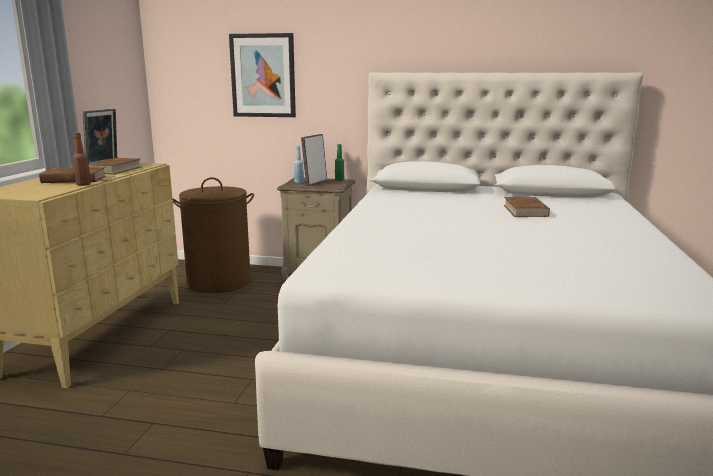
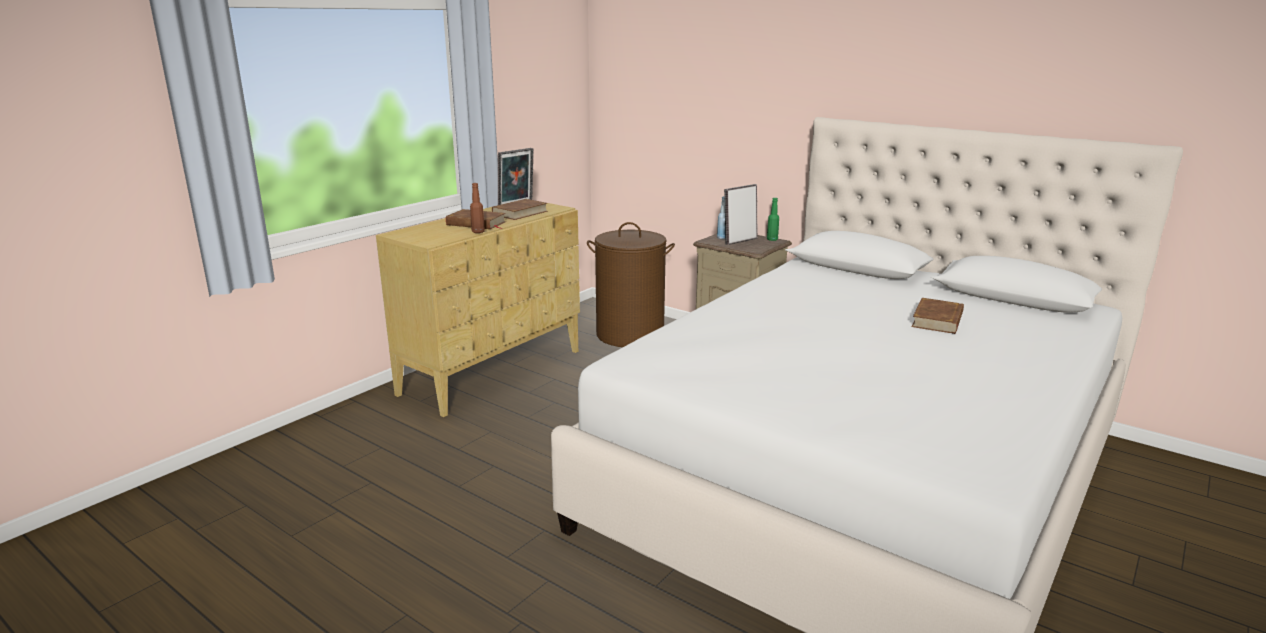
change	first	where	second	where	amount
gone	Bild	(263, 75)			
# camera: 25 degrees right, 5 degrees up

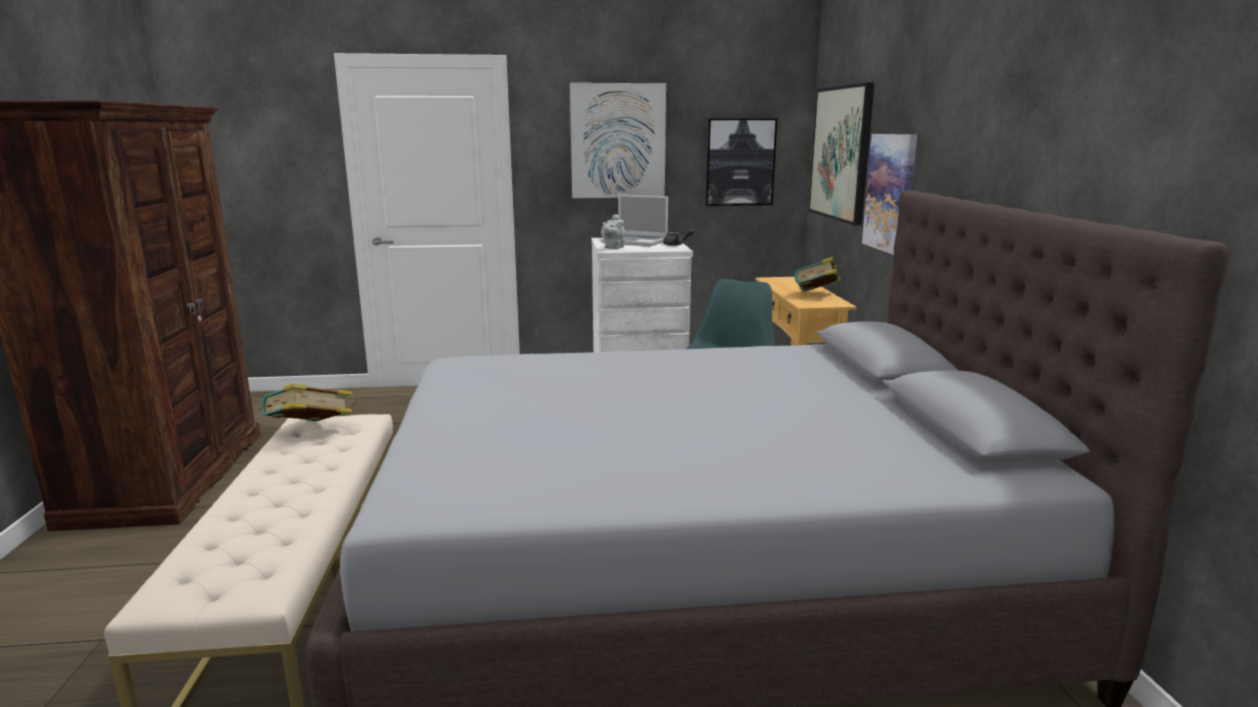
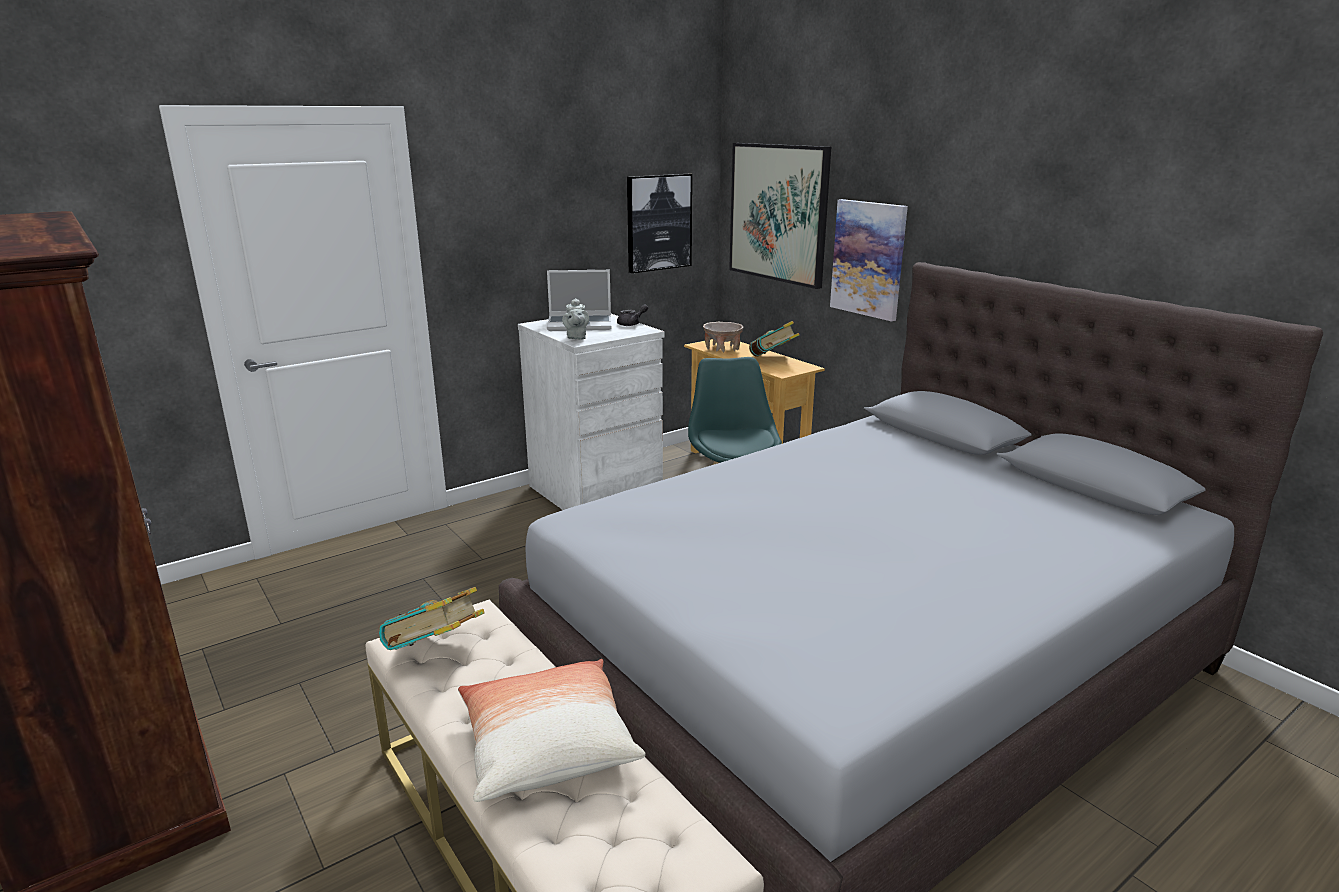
change	first	where	second	where	amount
gone	Bild	(618, 141)			
new			Schüssel (beige)	(722, 349)	
new			Kissen	(547, 746)	
# camera: 30 degrees left, 5 degrees up

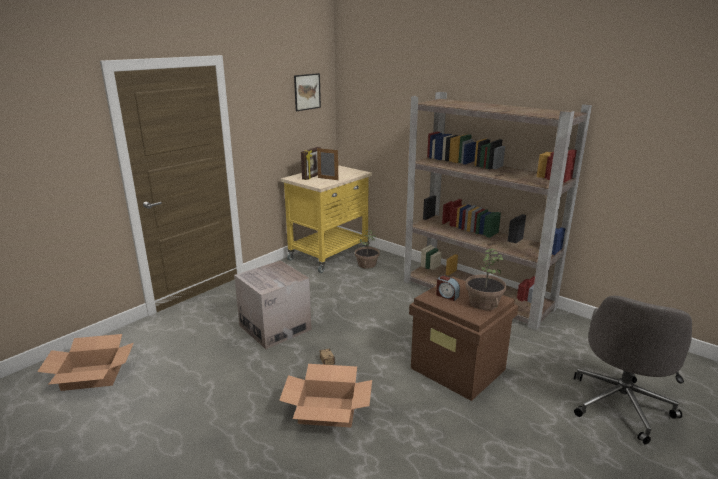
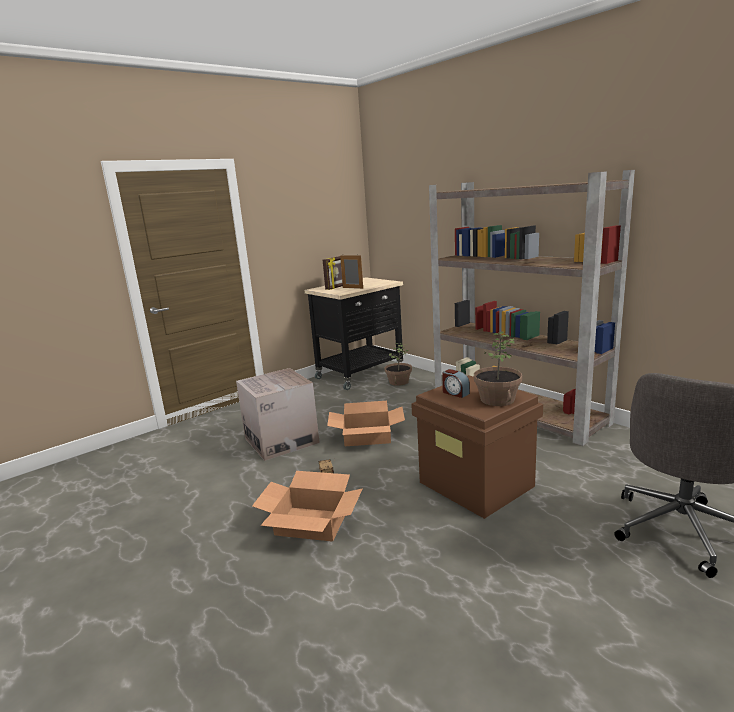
change	first	where	second	where	amount
gone	Bild	(307, 92)			
repainted	Rollwagen (gelb)	(328, 255)	Rollwagen (schwarz)	(360, 374)	
shifted	Karton	(92, 376)		(367, 436)	
# camera: 10 degrees right, 5 degrees down

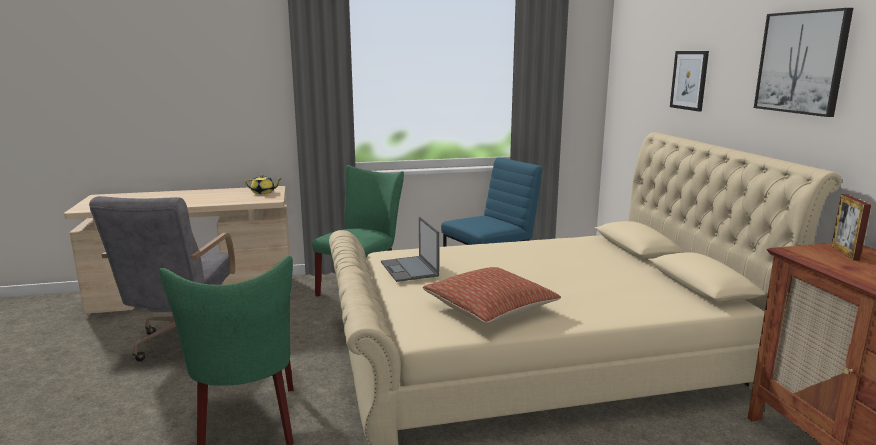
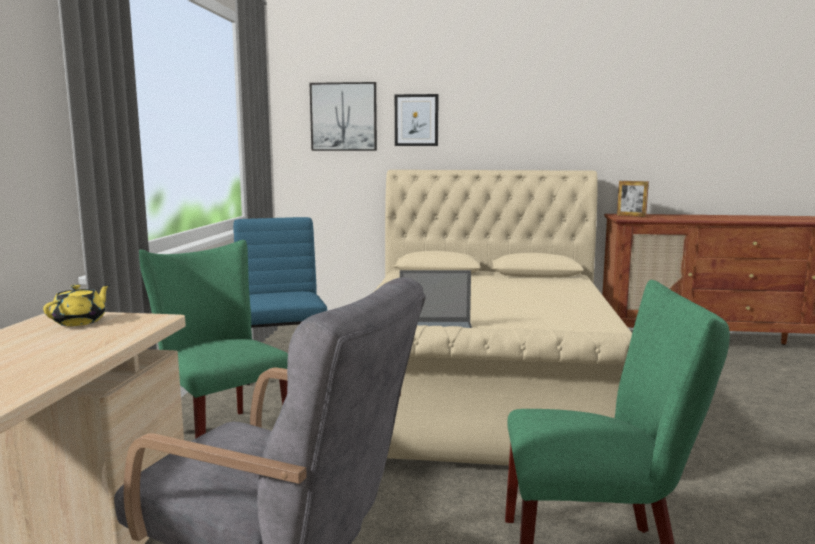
change	first	where	second	where	amount
shifted	Bild	(801, 62)		(343, 117)	
gone	Kissen	(490, 309)			
# camera: 70 degrees left, 5 degrees down

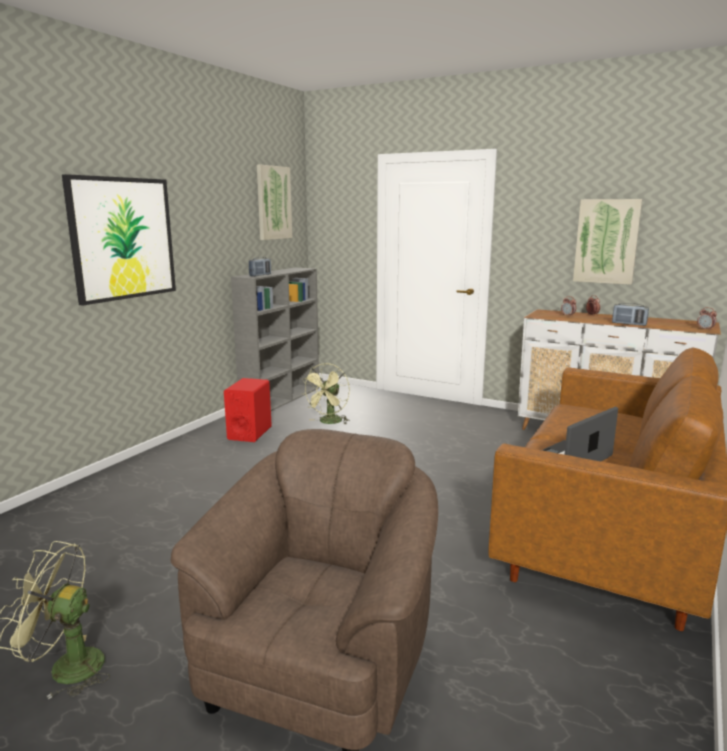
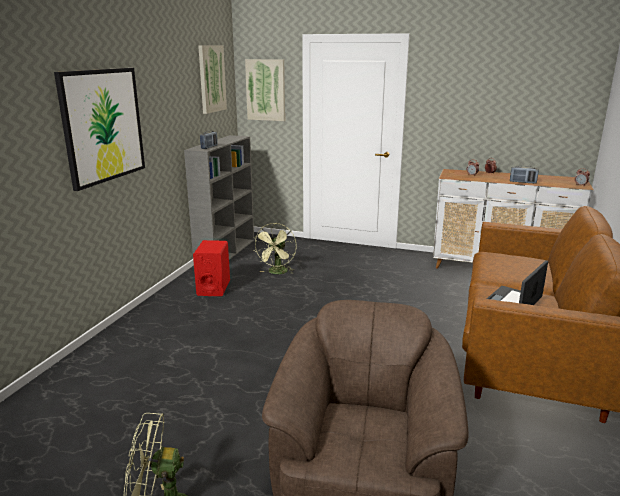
change	first	where	second	where	amount
shifted	Bild	(606, 241)		(266, 90)	
# camera: 10 degrees left, 5 degrees up

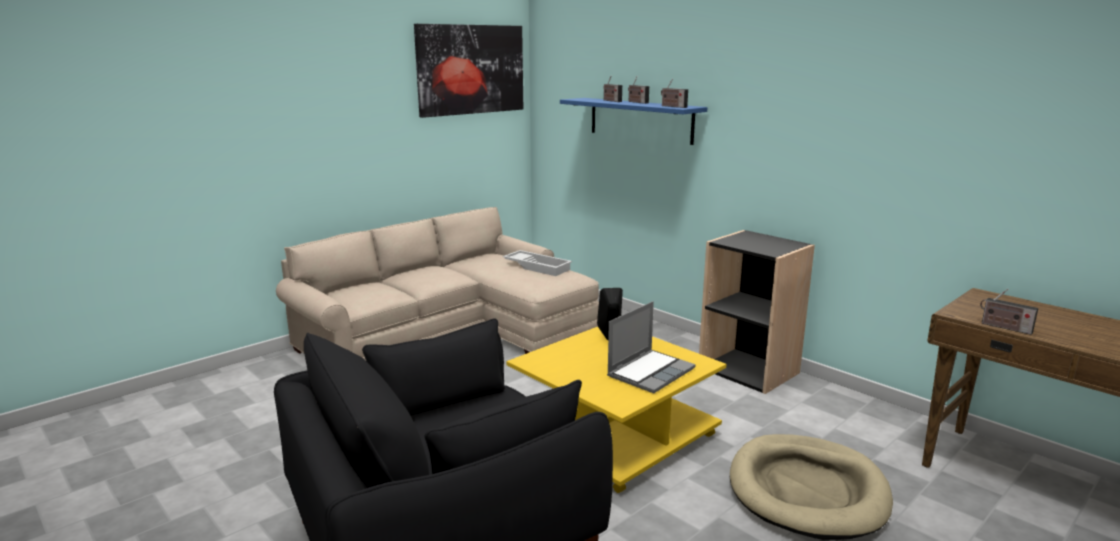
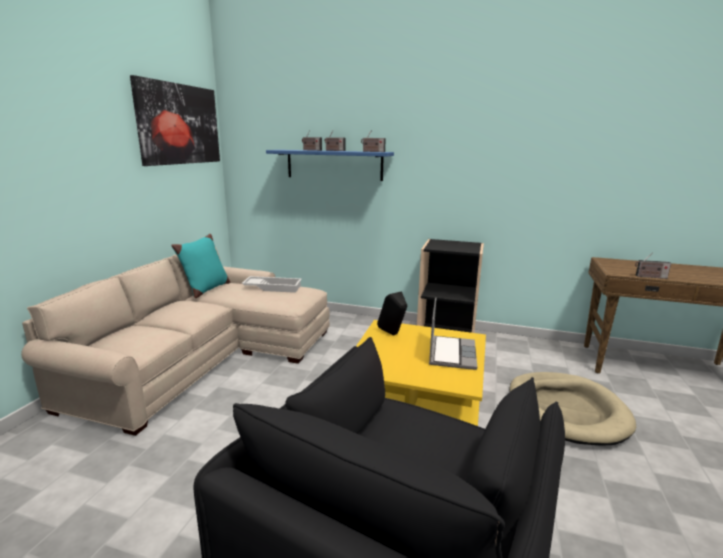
change	first	where	second	where	amount
new			Kissen (türkis)	(206, 290)	
# camera: 30 degrees left, 0 degrees up

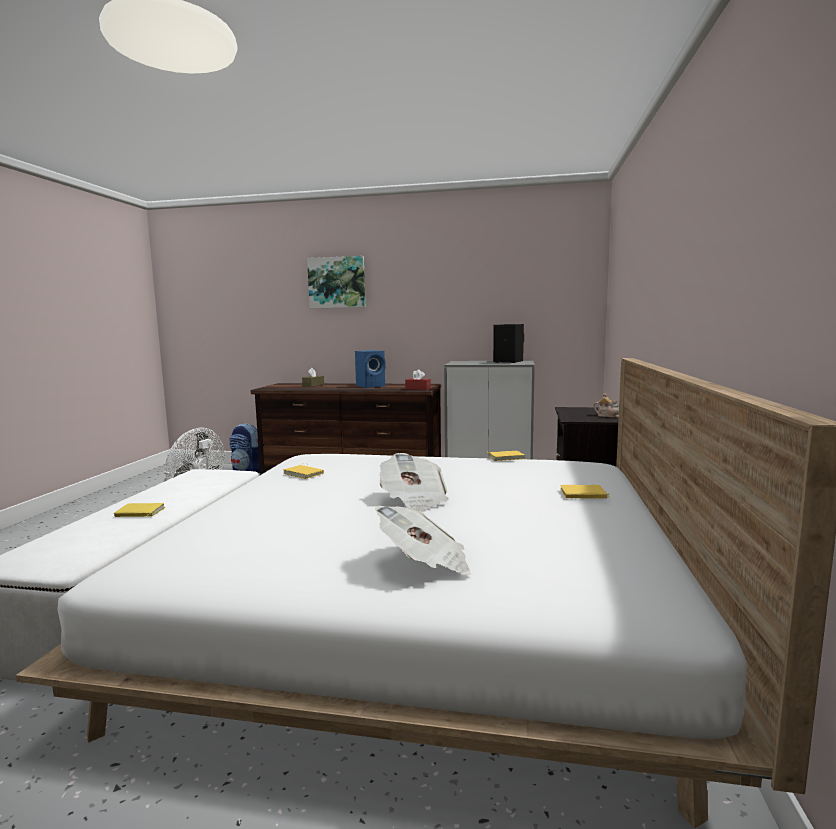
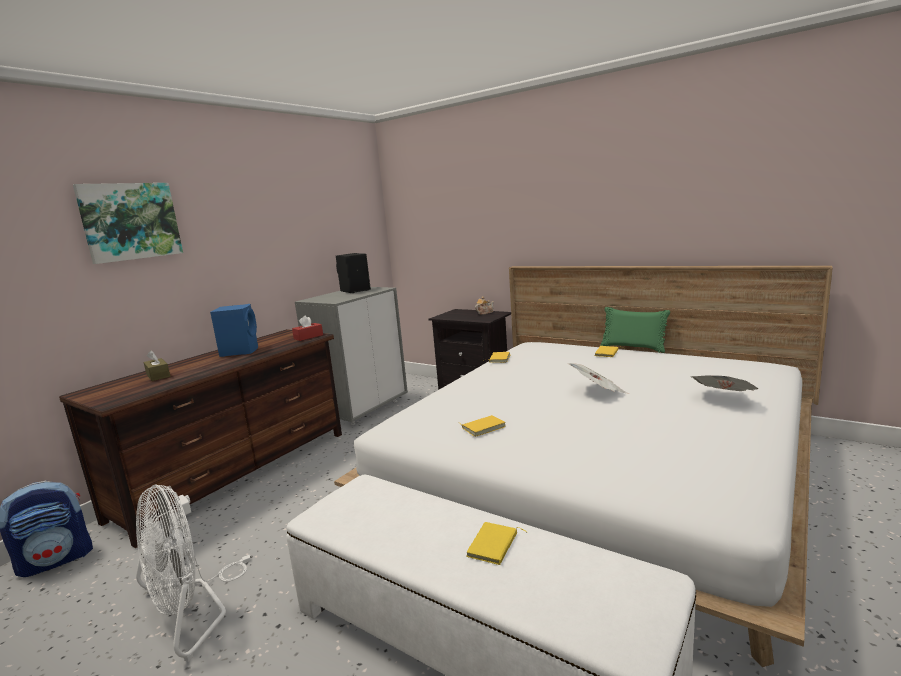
change	first	where	second	where	amount
new			Kissen (grün)	(633, 348)	
# camera: 65 degrees left, 5 degrees up

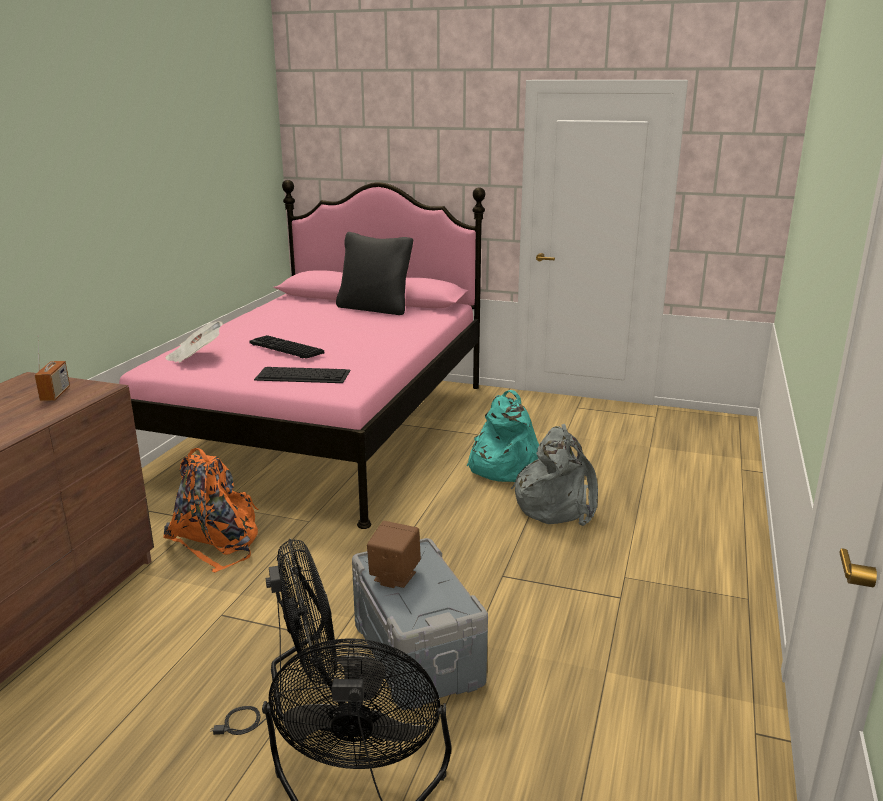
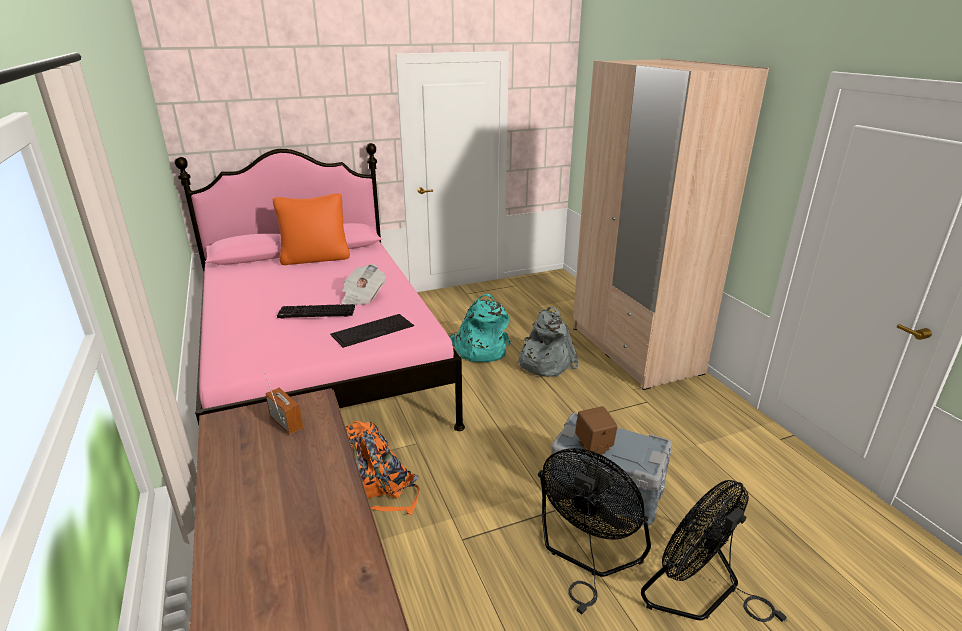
change	first	where	second	where	amount
repainted	Kissen (schwarz)	(375, 308)	Kissen (orange)	(315, 258)	
shifted	Zeitung	(195, 357)		(362, 297)	
new			Kleiderschrank (beige)	(634, 350)	
# camera: 40 degrees left, 5 degrees up

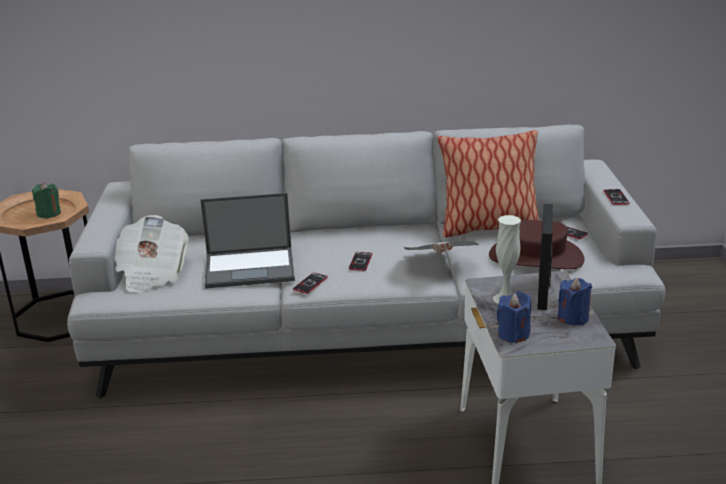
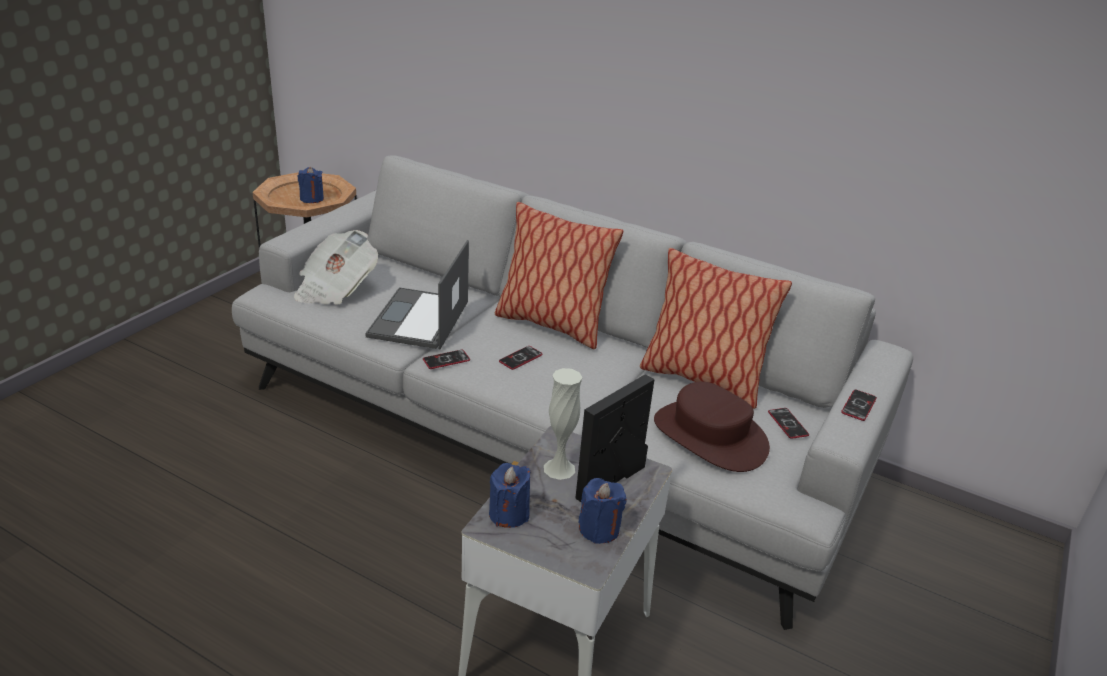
change	first	where	second	where	amount
repainted	Kerze (grün)	(49, 213)	Kerze (blau)	(312, 199)	
rotated	Laptop	(251, 267)		(419, 320)	75 degrees clockwise
gone	Zeitung	(439, 264)			
new			Kissen	(551, 324)	
# camera: 30 degrees right, 5 degrees up

